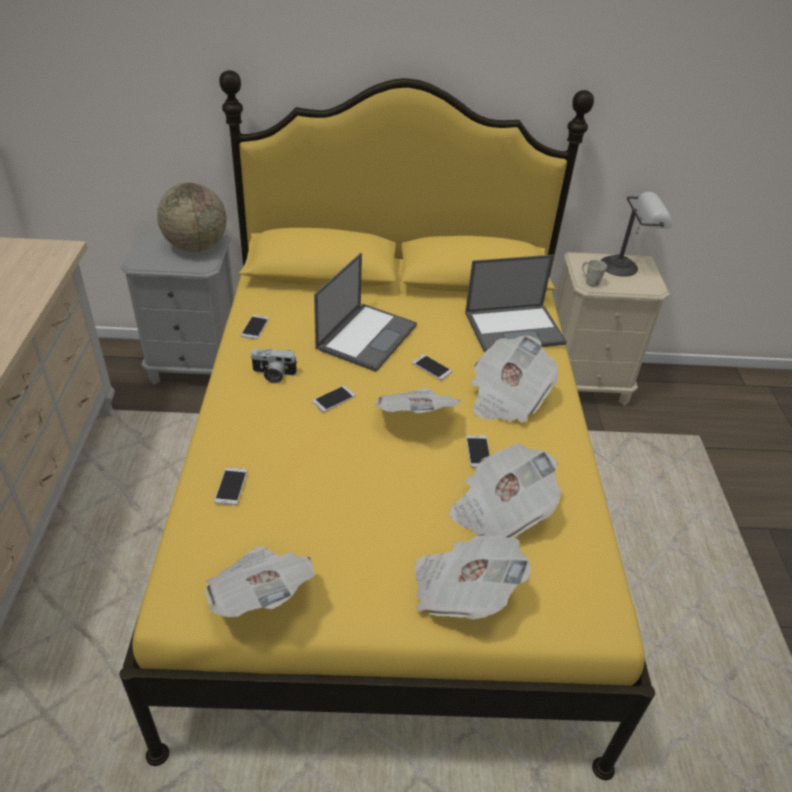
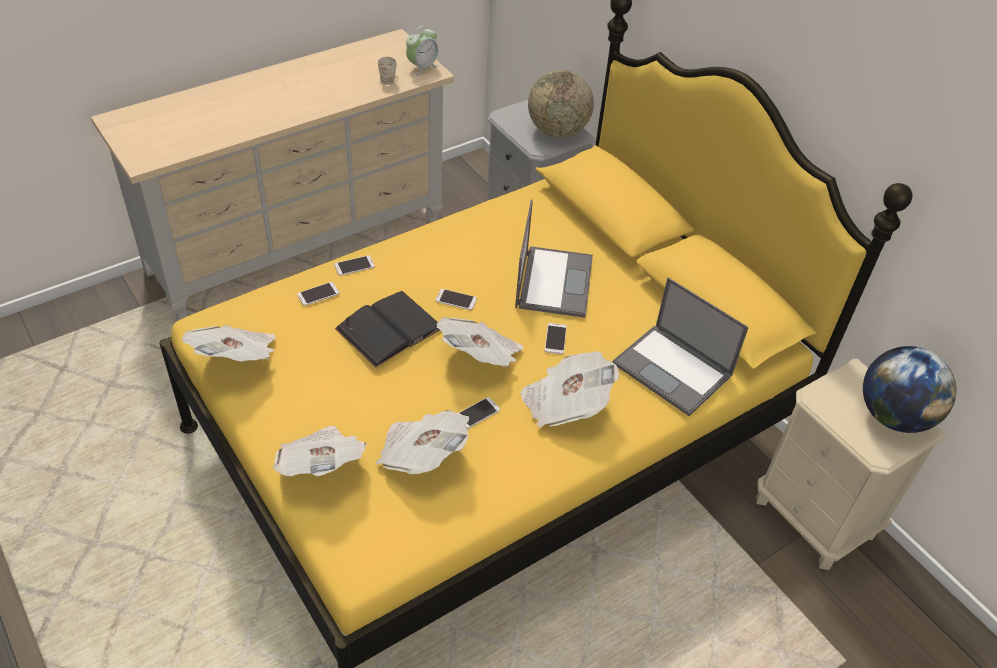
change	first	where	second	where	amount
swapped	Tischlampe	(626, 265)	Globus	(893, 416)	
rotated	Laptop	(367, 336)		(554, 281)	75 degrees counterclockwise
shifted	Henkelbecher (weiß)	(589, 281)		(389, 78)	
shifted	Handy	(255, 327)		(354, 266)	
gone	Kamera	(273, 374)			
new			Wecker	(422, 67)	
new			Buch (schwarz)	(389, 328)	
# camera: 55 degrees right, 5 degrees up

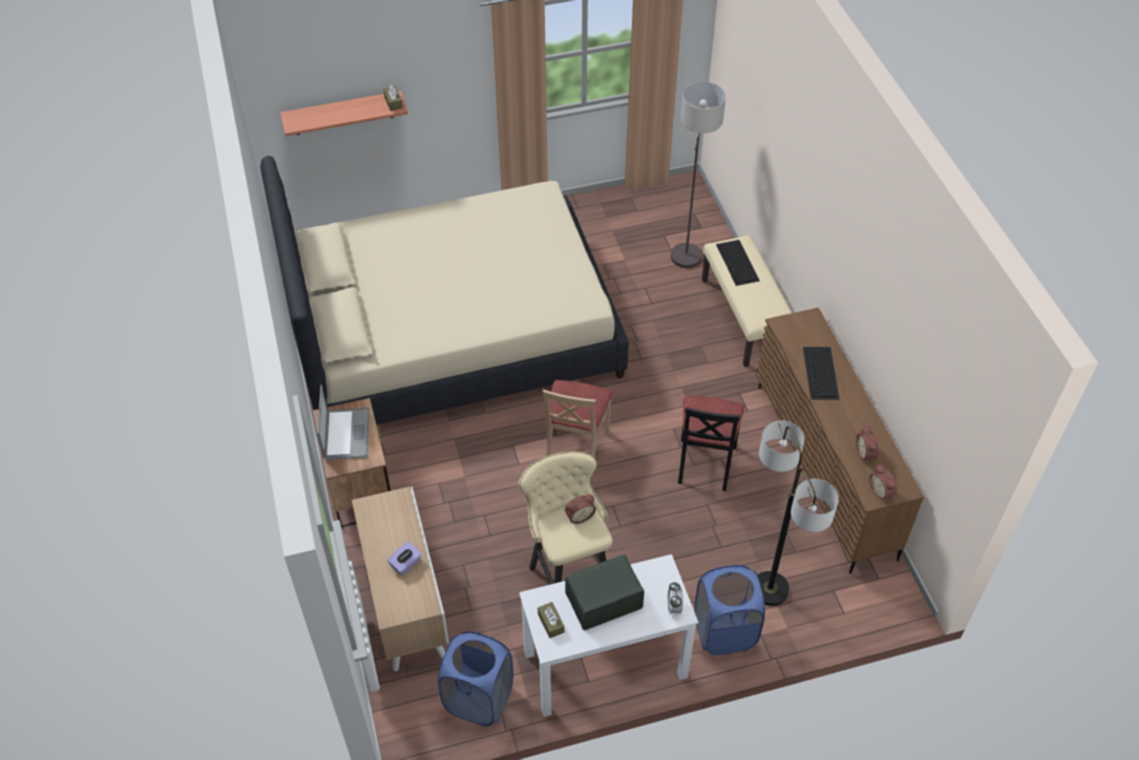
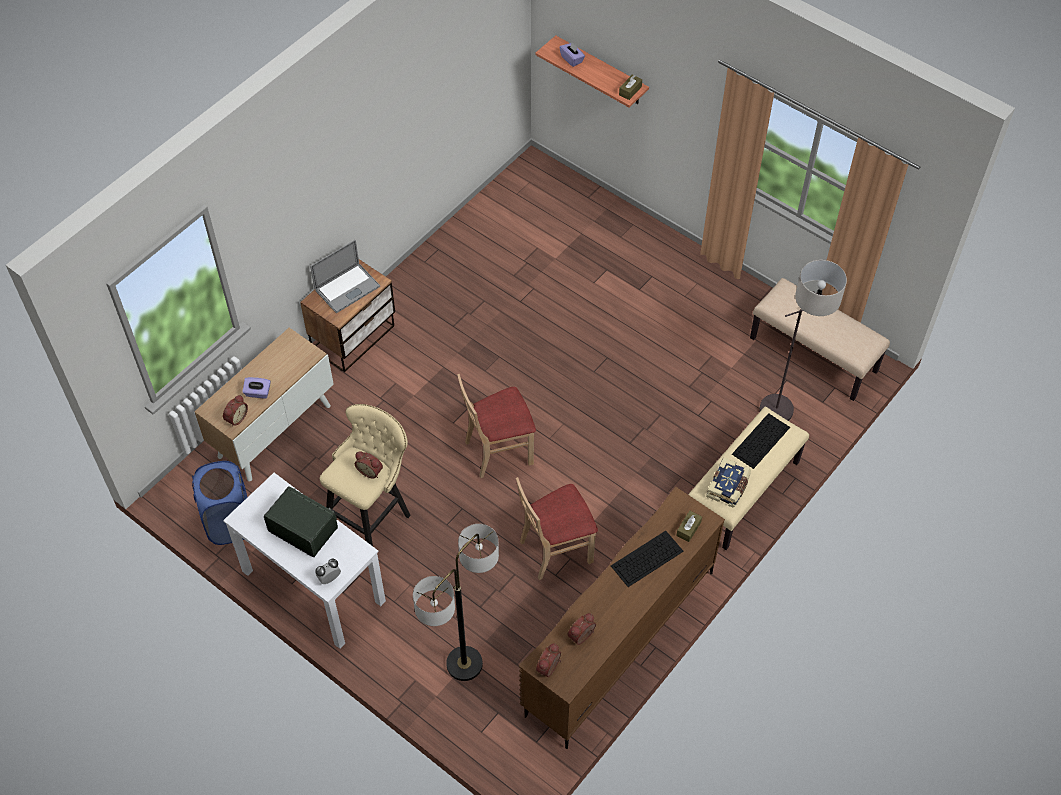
change	first	where	second	where	amount
gone	Bett (beige)	(452, 333)			
repainted	Stuhl (schwarz)	(705, 463)	Stuhl (beige)	(555, 549)	
gone	Wäschekorb (blau)	(724, 631)			
shifted	Taschentuchbox (braun)	(551, 623)		(688, 529)	
new			Taschentuchbox (lila)	(572, 59)	
new			Bank (beige)	(814, 354)	
new			Wecker	(236, 418)	
new			Buch	(728, 487)	
# camera: 55 degrees right, 5 degrees up

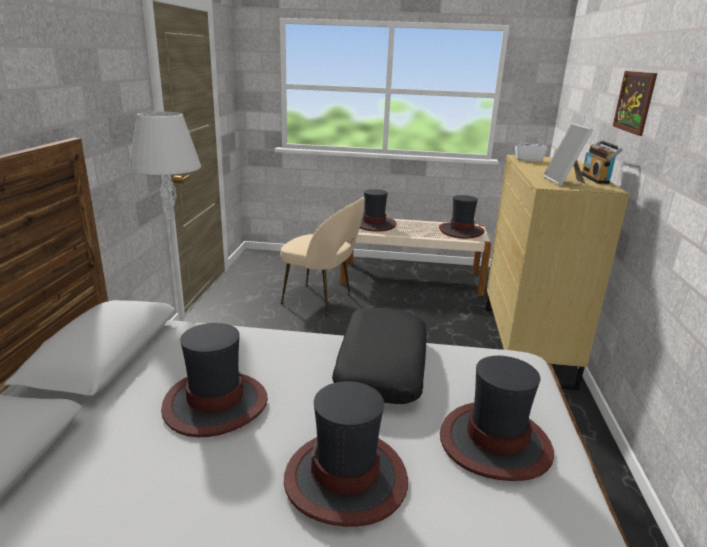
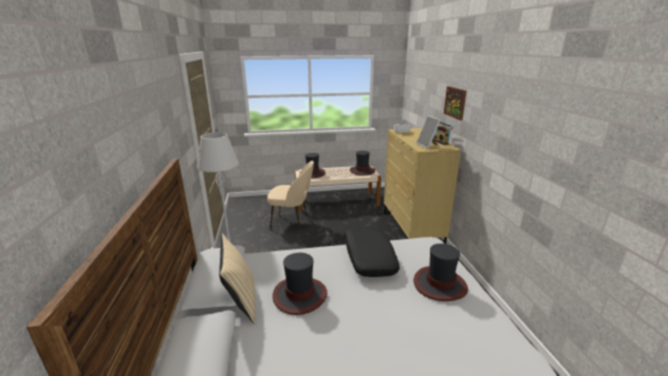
change	first	where	second	where	amount
gone	Hut	(346, 478)			
new			Kissen (beige)	(241, 301)	
# camera: 15 degrees left, 0 degrees up

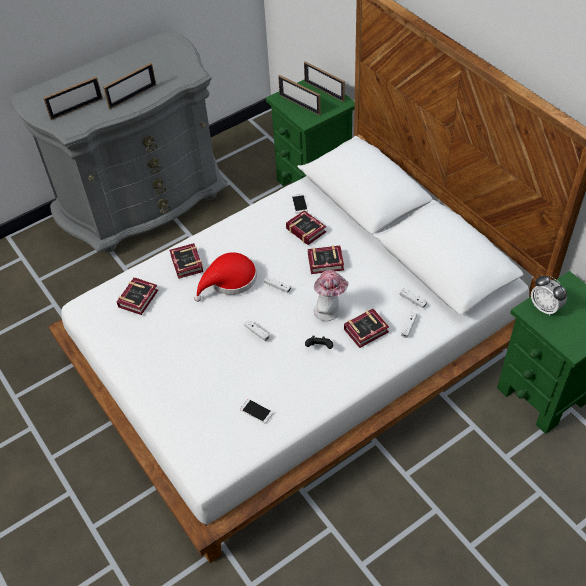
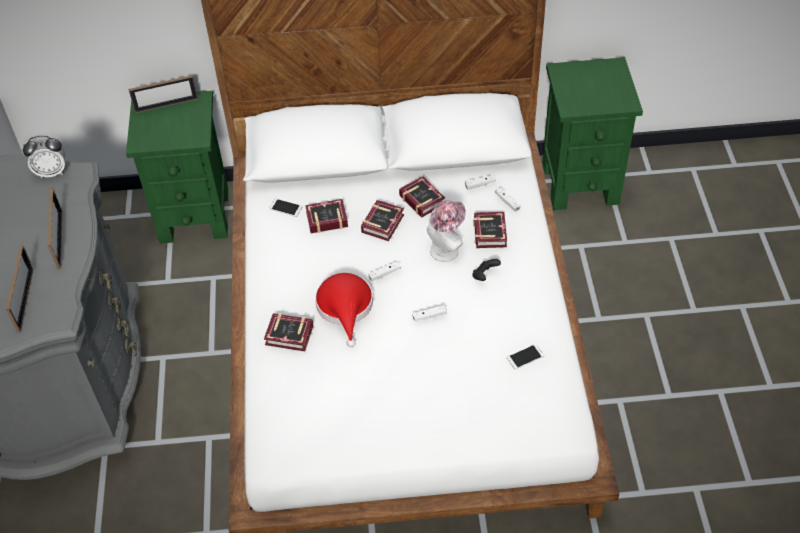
change	first	where	second	where	amount
gone	Bilderrahmen	(299, 104)			
shifted	Wecker	(545, 307)		(52, 172)	
shifted	Buch	(140, 298)		(422, 198)	
# camera: 60 degrees left, 0 degrees up

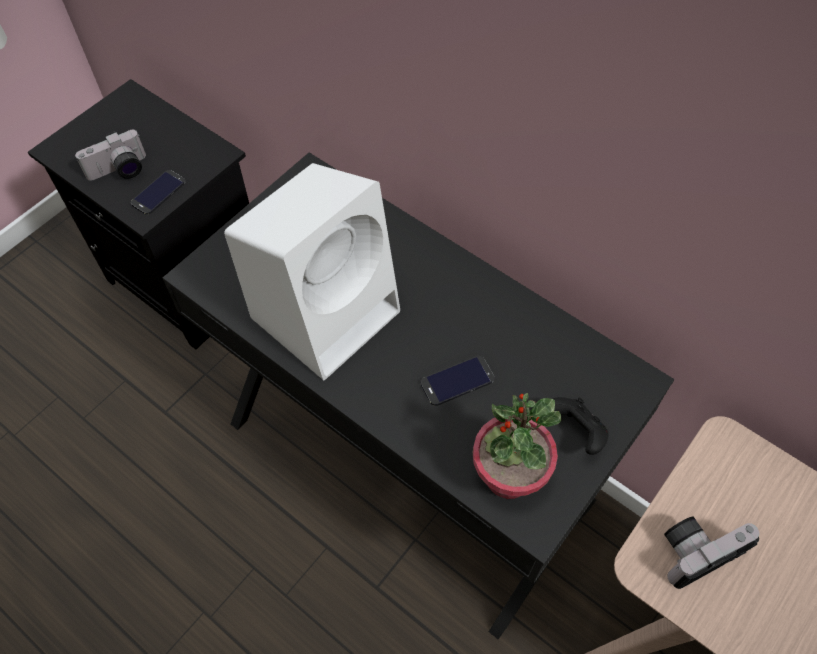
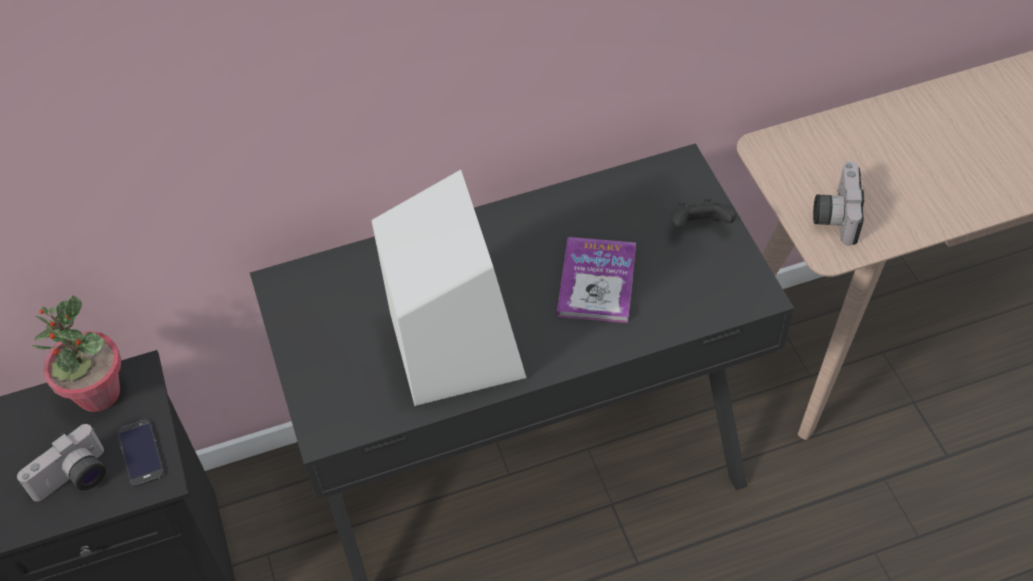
change	first	where	second	where	amount
rotated	Kamera	(120, 171)		(75, 480)	45 degrees clockwise
swapped	Handy	(457, 381)	Buch	(597, 282)	
shifted	Topfpflanze	(507, 476)		(98, 393)	
# camera: 55 degrees left, 5 degrees down

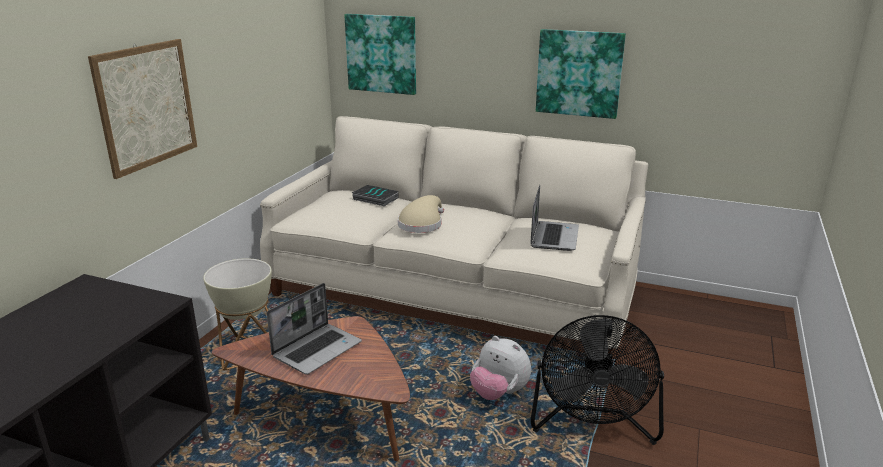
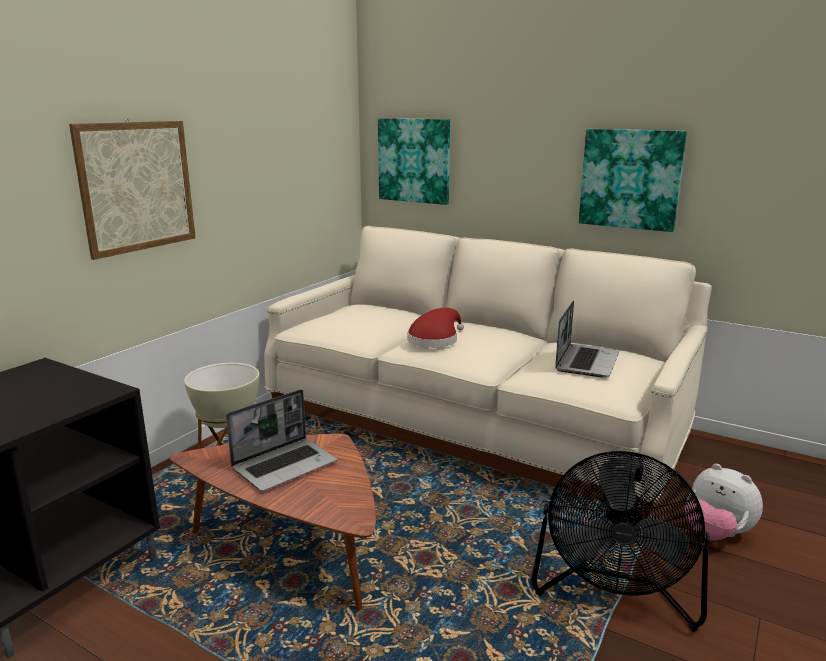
change	first	where	second	where	amount
gone	Buch	(374, 199)			
repainted	Hut (beige)	(421, 224)	Hut (rot)	(435, 339)	
shifted	Plüschtier	(499, 393)		(716, 534)	
# camera: 10 degrees right, 5 degrees down

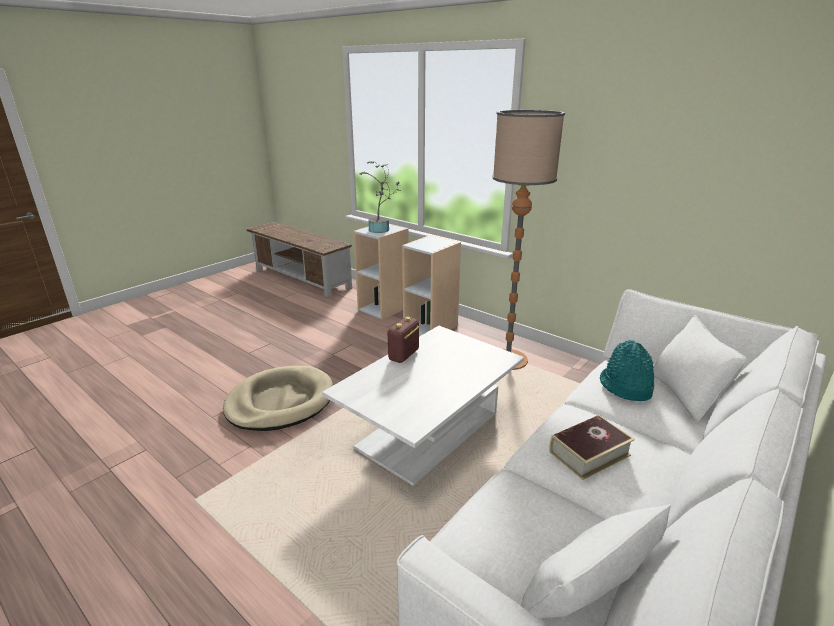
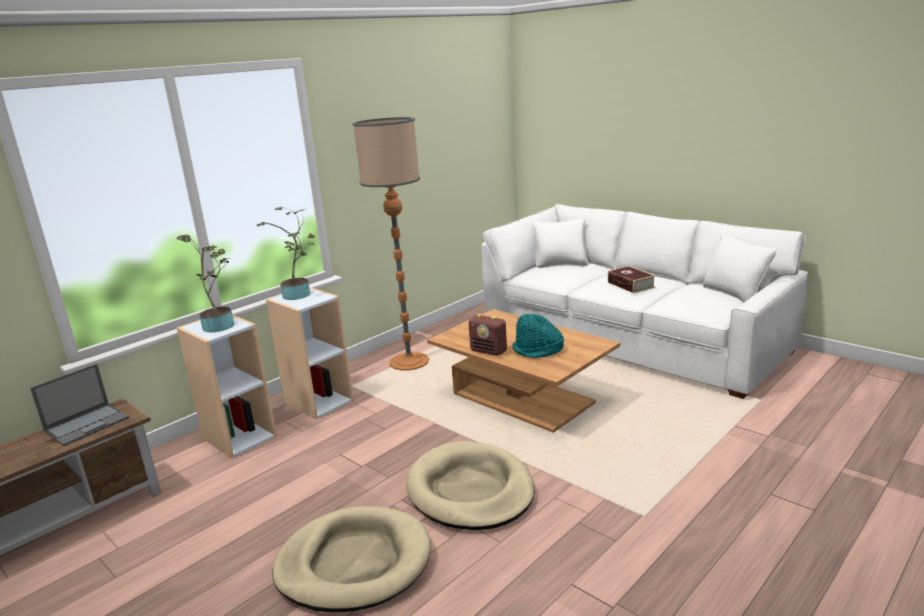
change	first	where	second	where	amount
repainted	Couchtisch (weiß)	(428, 431)	Couchtisch (braun)	(523, 399)	
shifted	Hut (türkis)	(625, 386)		(538, 350)	
new			Topfpflanze	(299, 295)	
new			Laptop	(88, 424)	
new			Hundebett (beige)	(354, 563)	
# camera: 85 degrees left, 5 degrees down

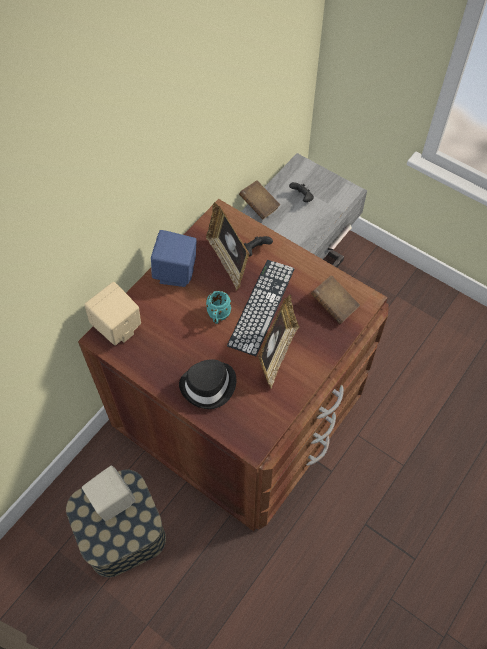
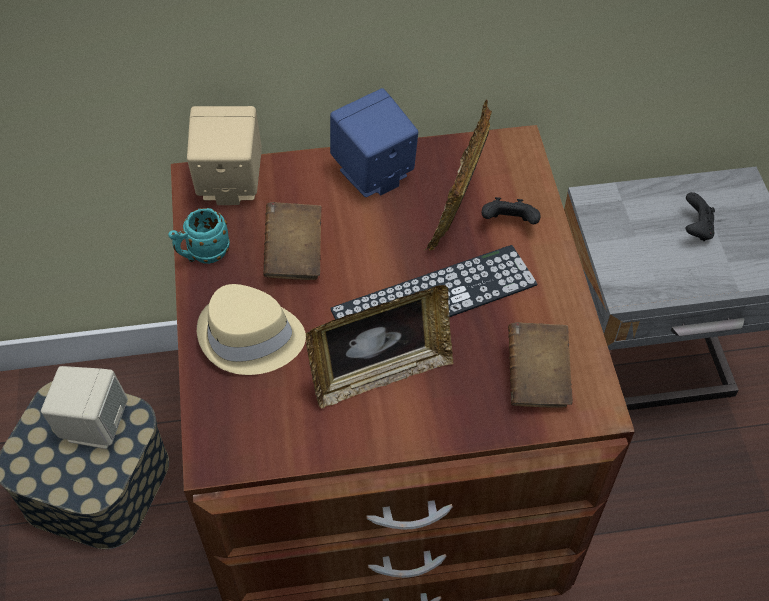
change	first	where	second	where	amount
shifted	Buch (braun)	(259, 206)		(294, 254)	
shifted	Henkelbecher (türkis)	(218, 316)		(203, 254)	
repainted	Hut (schwarz)	(209, 386)	Hut (beige)	(251, 338)	
# camera: 45 degrees right, 5 degrees down

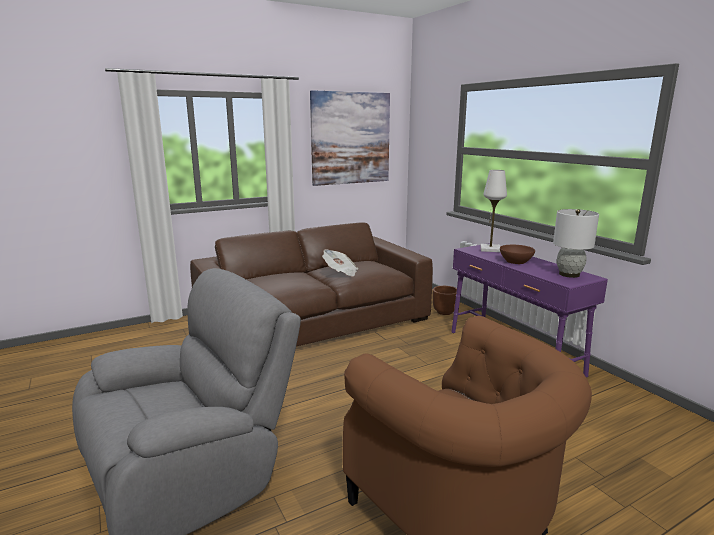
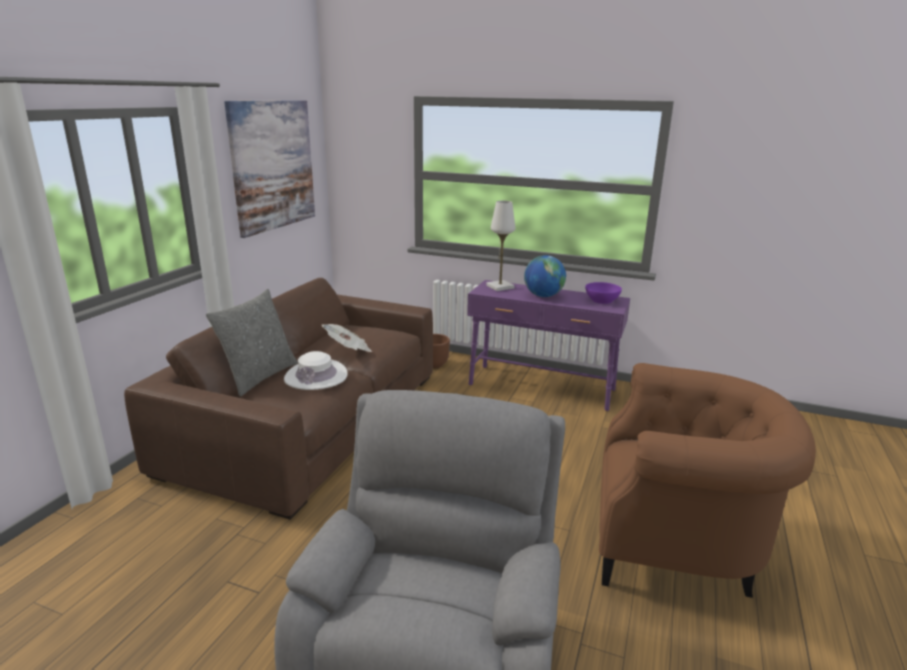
change	first	where	second	where	amount
swapped	Tischlampe (weiß)	(569, 274)	Schüssel (lila)	(601, 300)	
swapped	Schüssel (braun)	(516, 261)	Globus	(543, 296)	
new			Kissen (grau)	(259, 376)	
new			Hut (weiß)	(316, 376)	
# camera: 40 degrees left, 5 degrees up

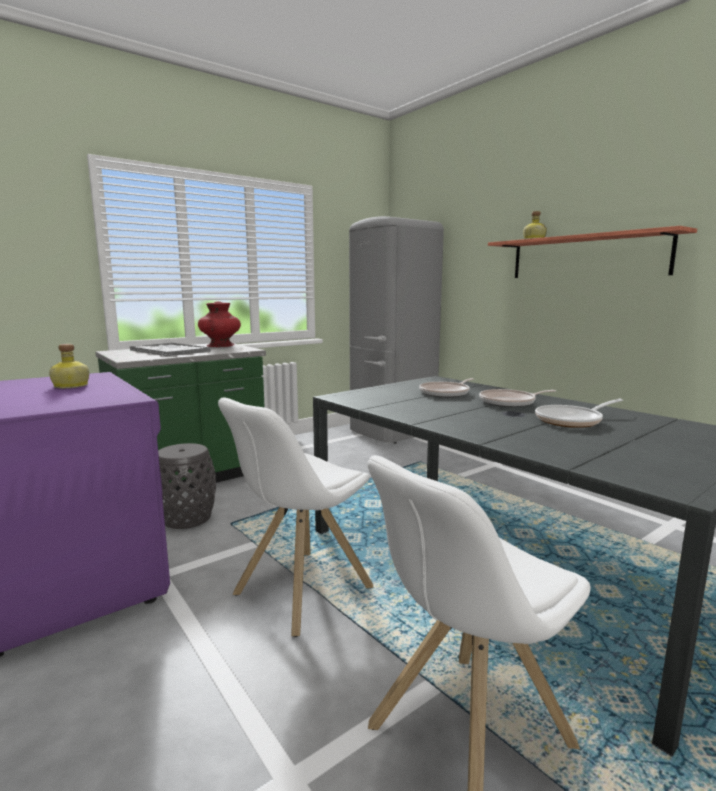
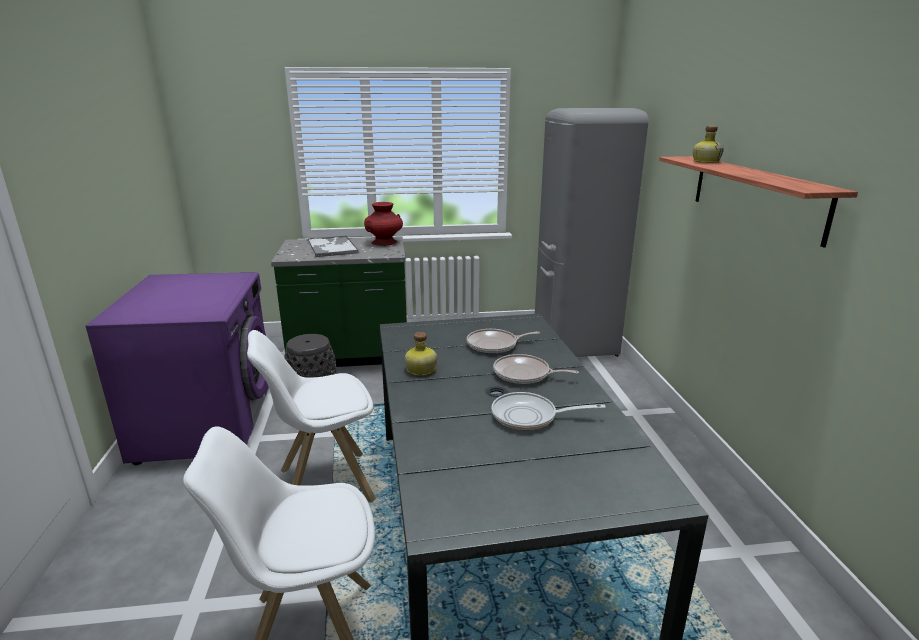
change	first	where	second	where	amount
shifted	Flasche	(71, 386)		(421, 370)	
# camera: 30 degrees right, 10 degrees up

